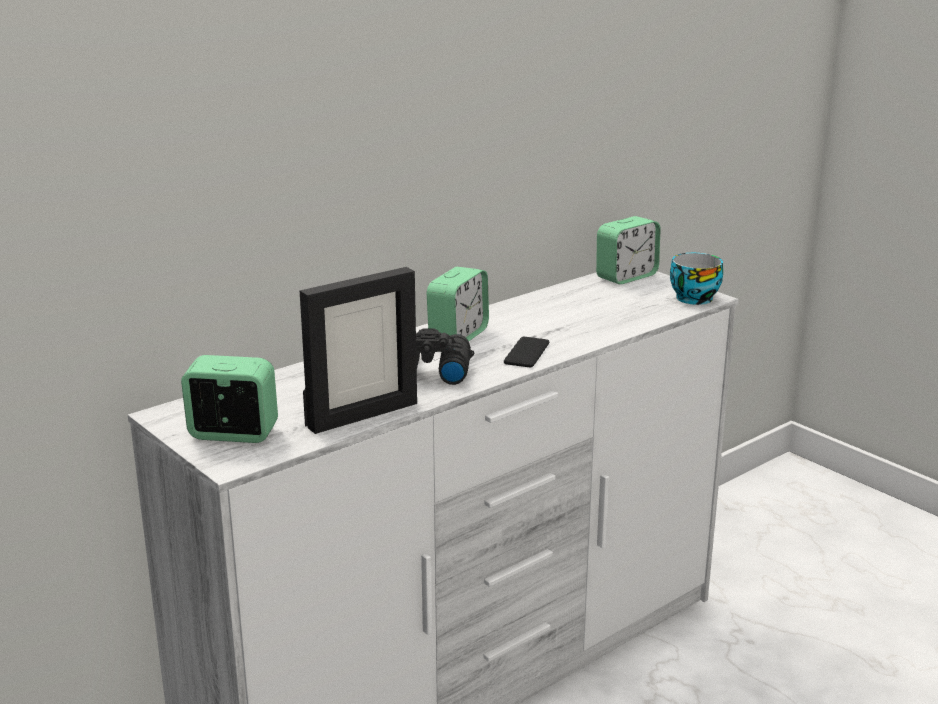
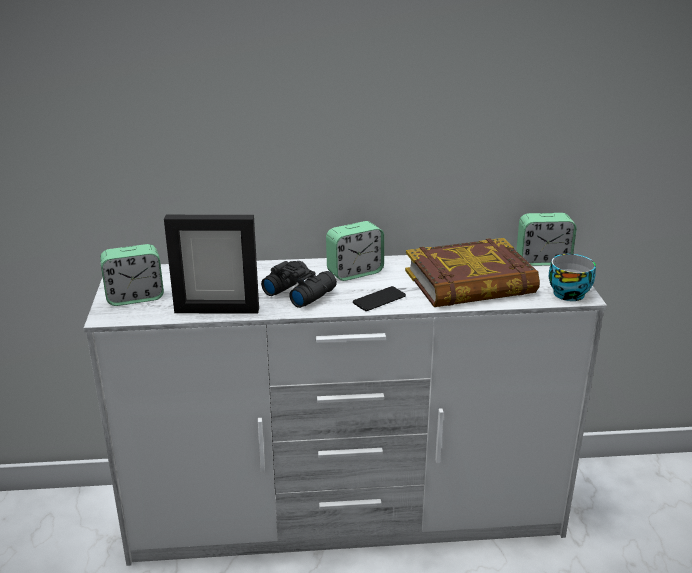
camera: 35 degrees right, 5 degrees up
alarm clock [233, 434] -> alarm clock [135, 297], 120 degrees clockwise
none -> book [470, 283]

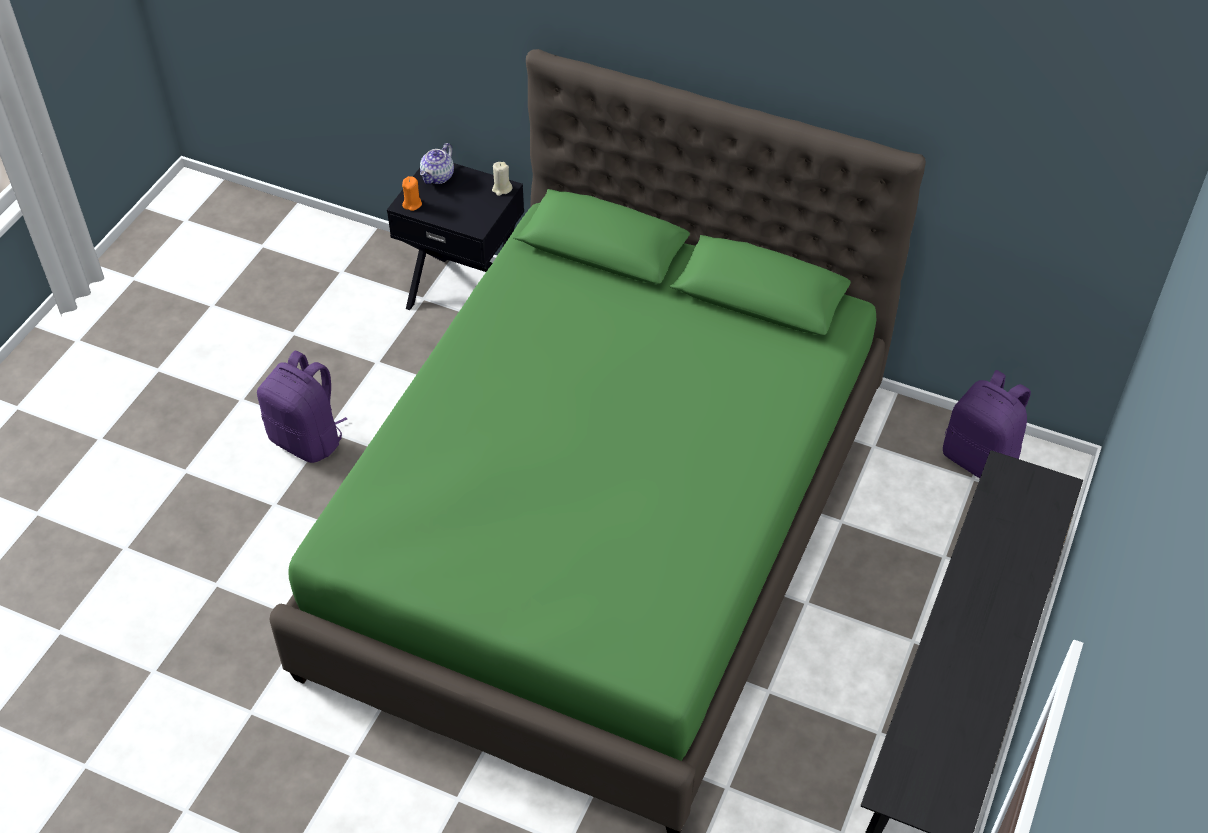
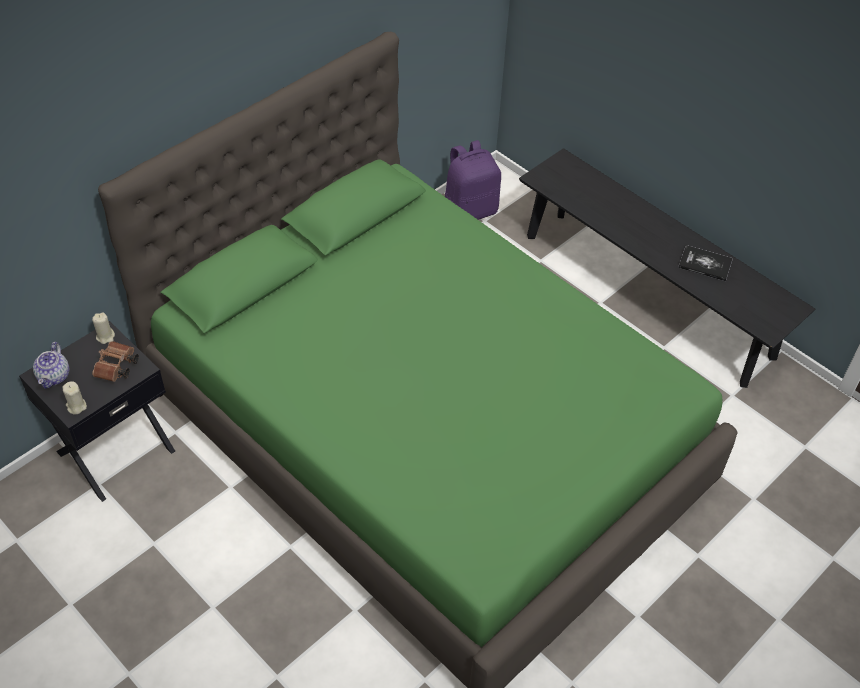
camera: 70 degrees left, 0 degrees up
teapot [438, 177] -> teapot [54, 377], 45 degrees clockwise
candle/orange [412, 204] -> candle/beige [76, 406]
none -> binoculars/brown [116, 368]
none -> book [705, 264]
backpack/purple [308, 439] -> none

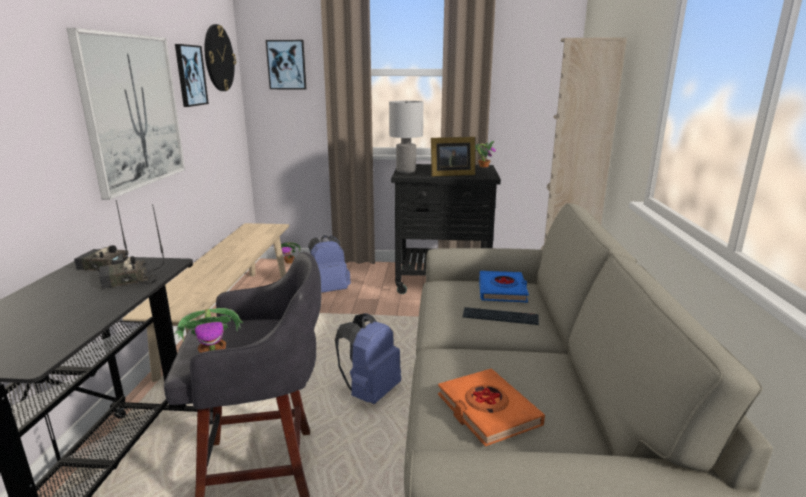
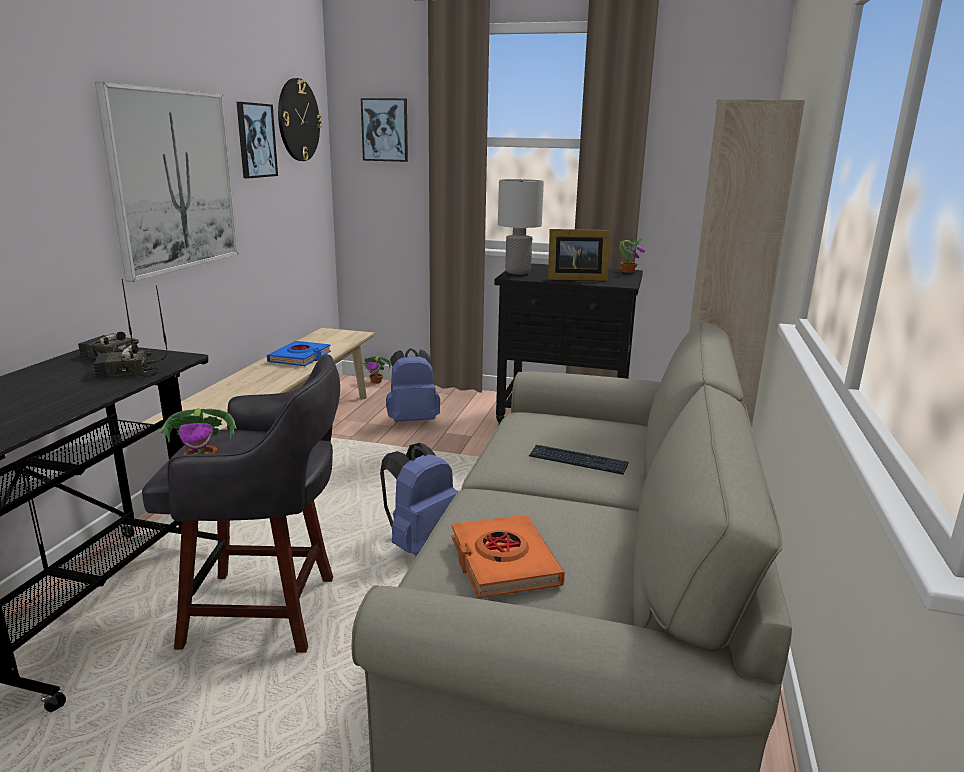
camera: 10 degrees right, 0 degrees up
book/blue [502, 290] -> book/blue [300, 358], relocated

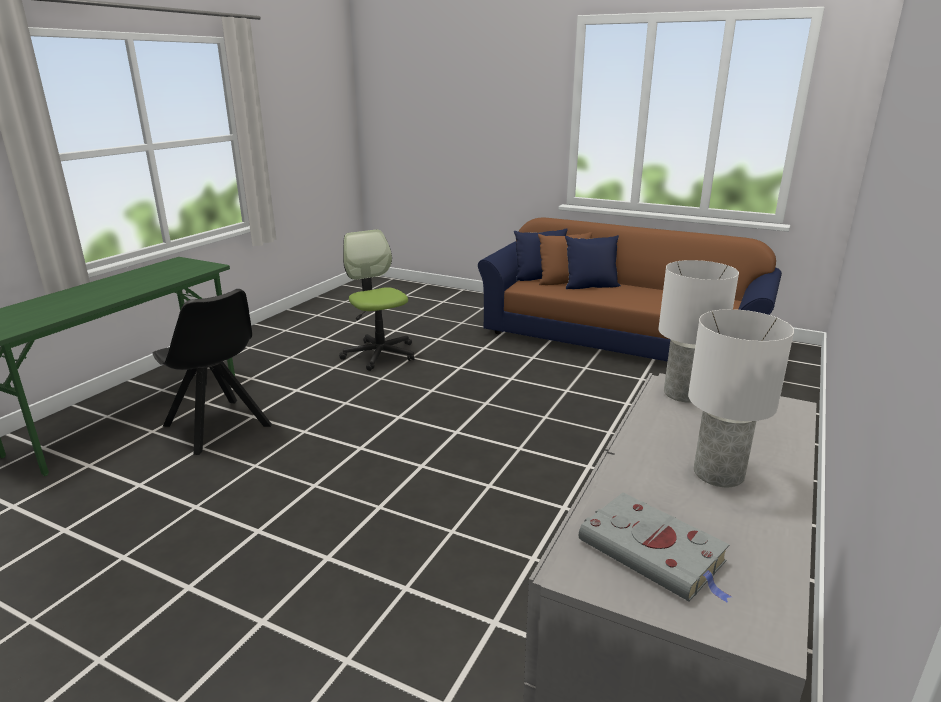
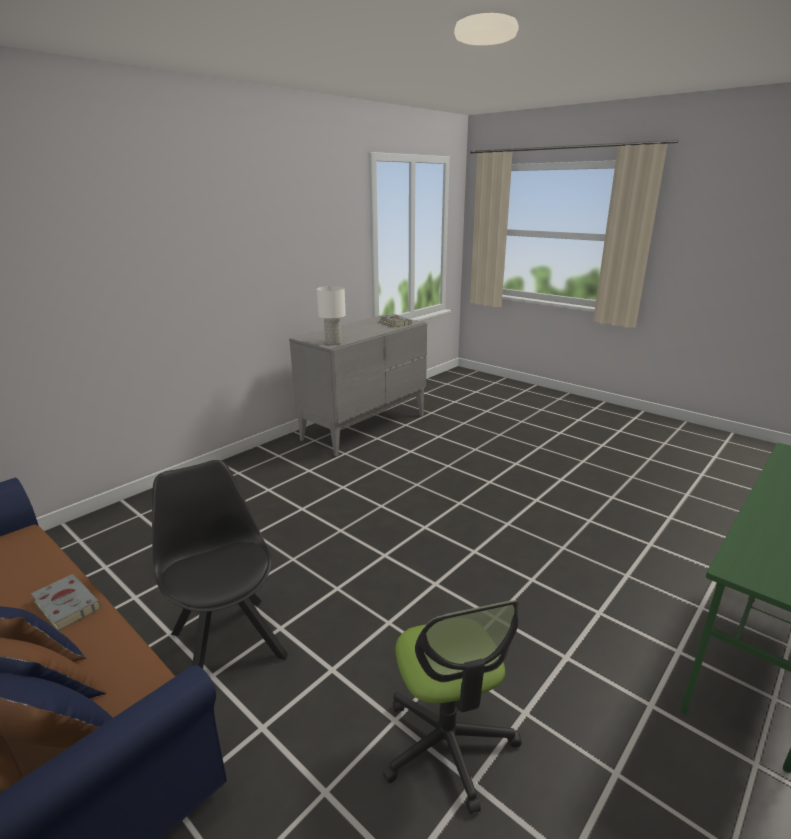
camera: 165 degrees left, 0 degrees up
none -> book/grey [65, 604]
chair/black [218, 427] -> chair/black [228, 641], relocated
table lamp/white [718, 474] -> none

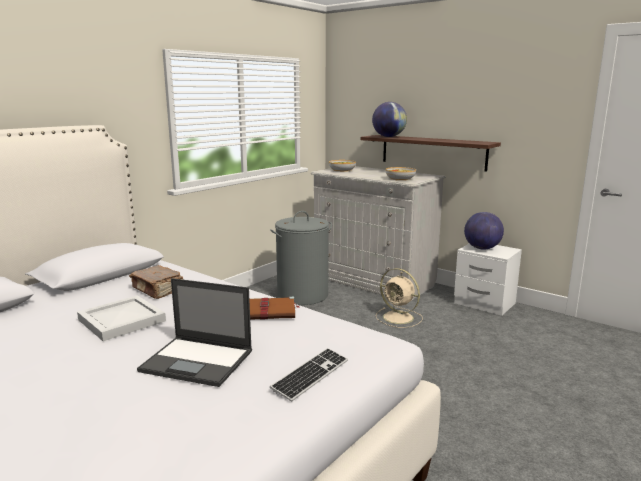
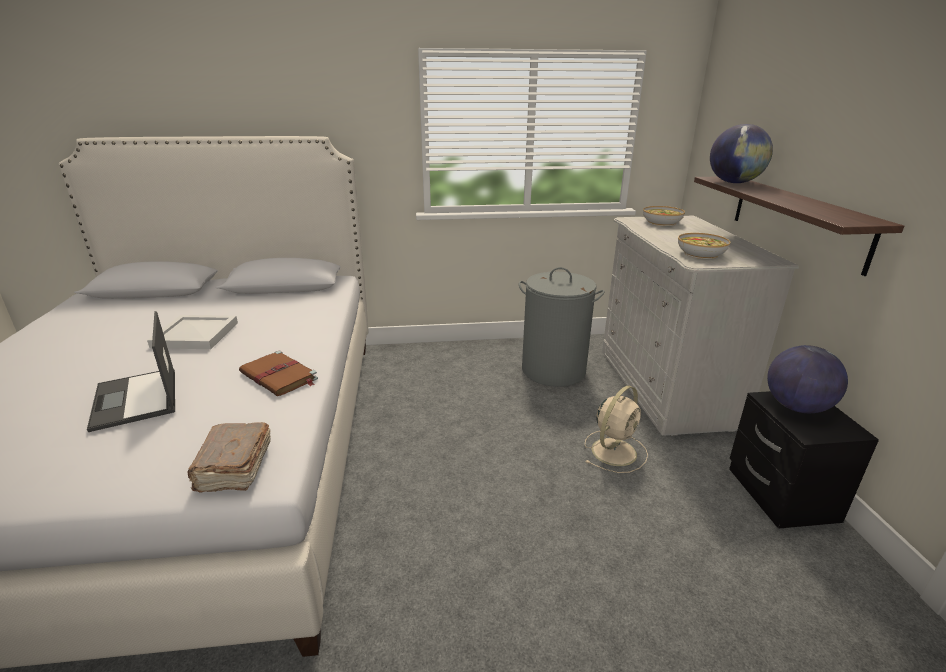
camera: 45 degrees right, 10 degrees up
book/brown [158, 290] -> book/brown [234, 468], relocated
fan/beige [399, 318] -> fan/beige [615, 451], 135 degrees counterclockwise
nightstand/white [484, 304] -> nightstand/black [779, 494]
keyboard [311, 375] -> none

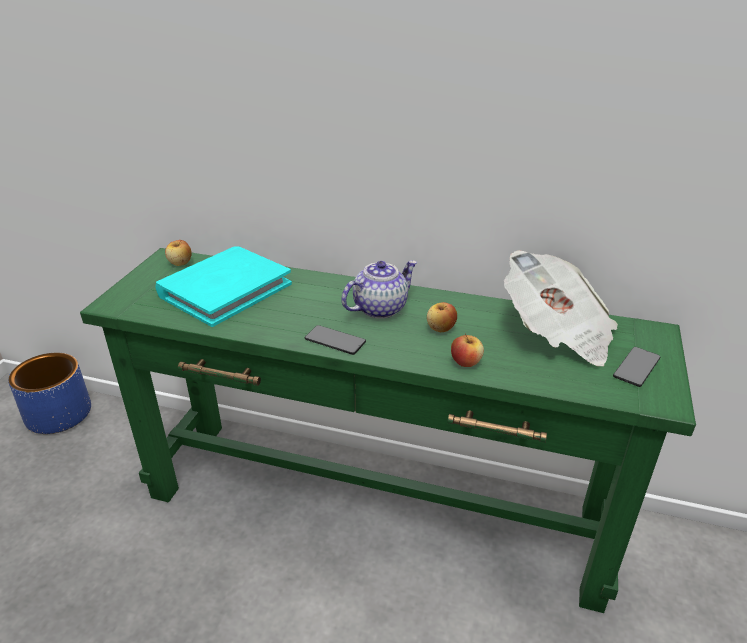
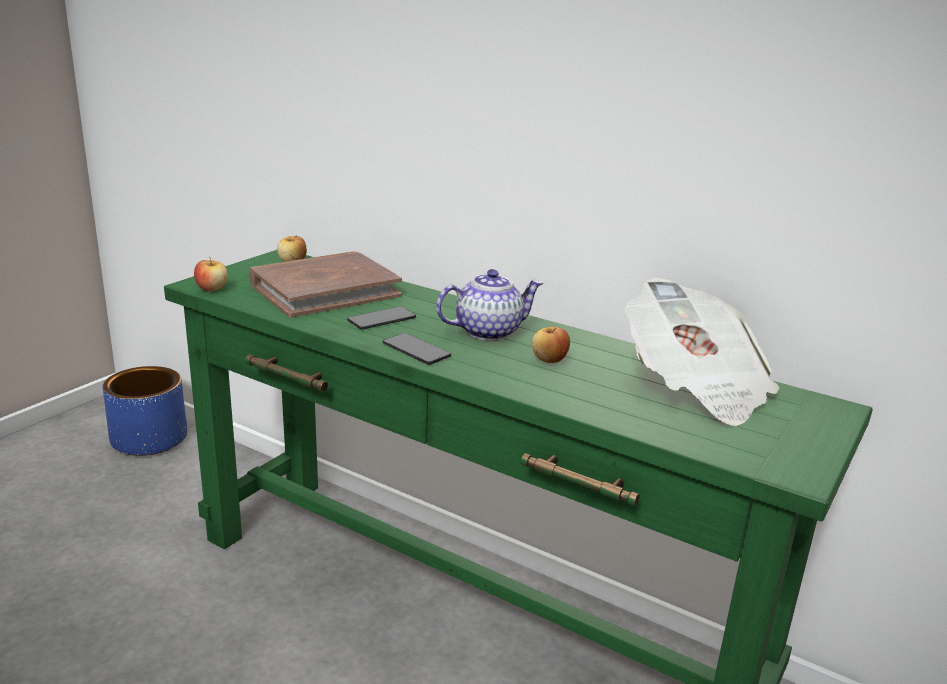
camera: 15 degrees right, 10 degrees down
apple [466, 362] -> apple [212, 289], relocated
book/turquoise [225, 289] -> book/brown [325, 290]
phone [636, 367] -> phone [382, 319], relocated

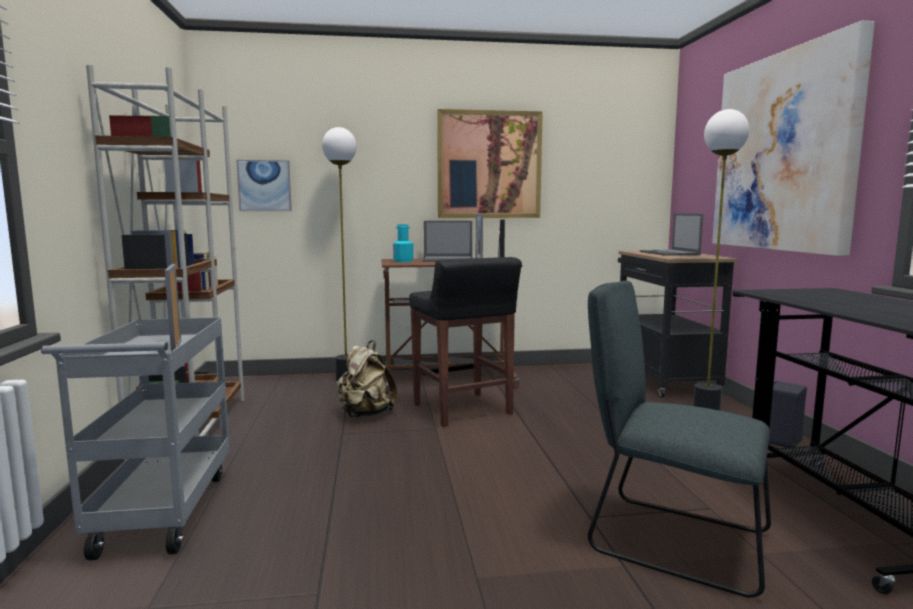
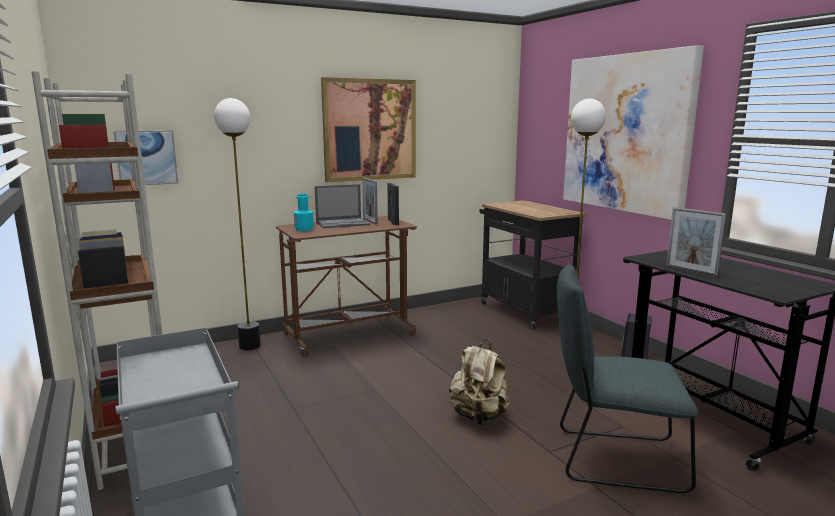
camera: 20 degrees left, 5 degrees up
backpack/beige [365, 415] -> backpack/beige [479, 416], relocated
picture frame [176, 347] -> picture frame [691, 271], relocated
stool/black [462, 410] -> none
laptop [670, 253] -> none

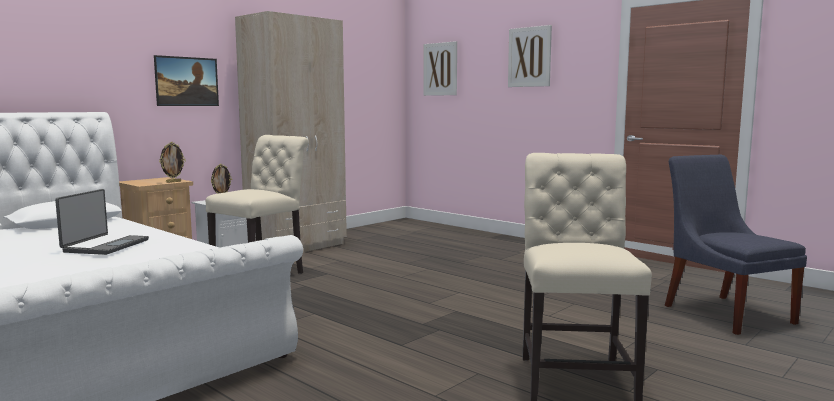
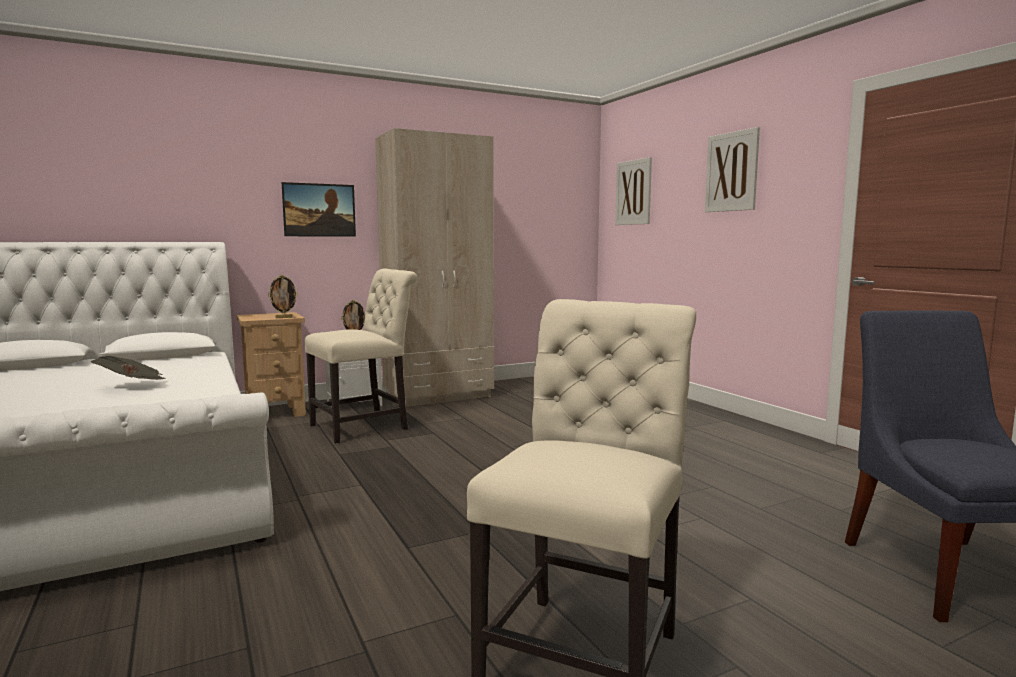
camera: 20 degrees right, 0 degrees up
laptop [105, 246] -> newspaper [133, 385]

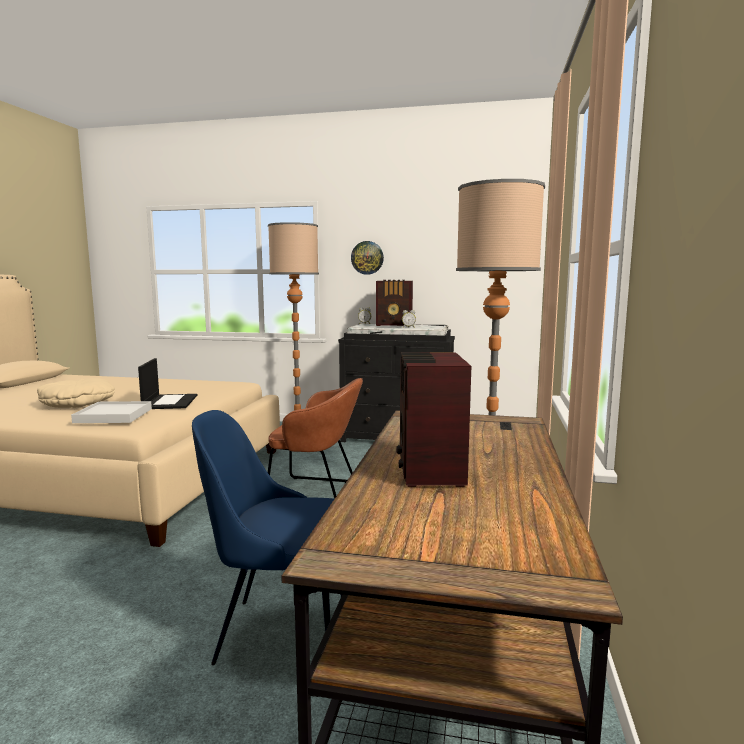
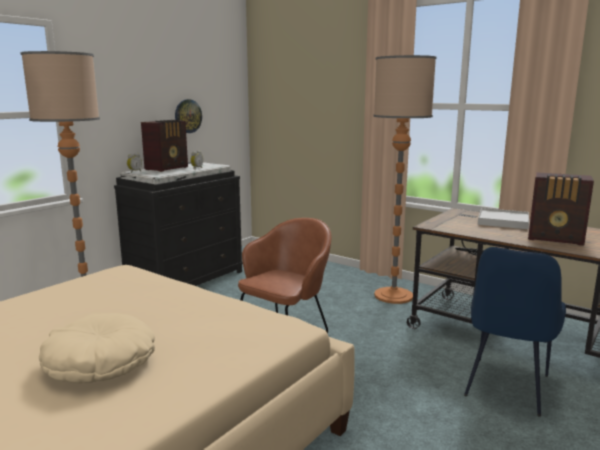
camera: 65 degrees left, 5 degrees up
wall clock [367, 257] -> wall clock [188, 116], relocated
tray/white [113, 415] -> tray/white [503, 221], relocated
laptop [170, 402] -> none

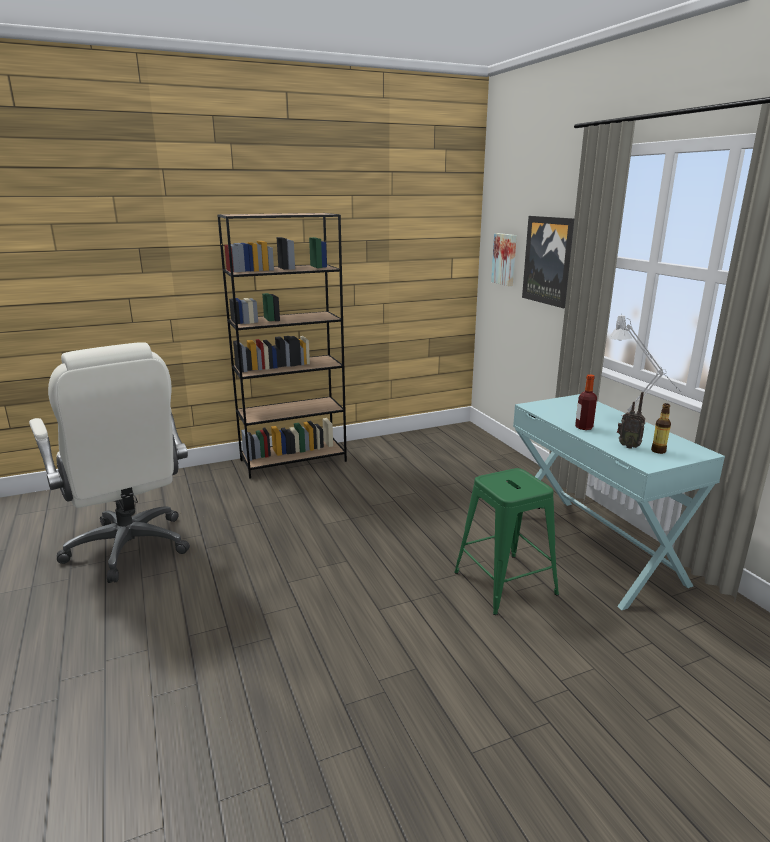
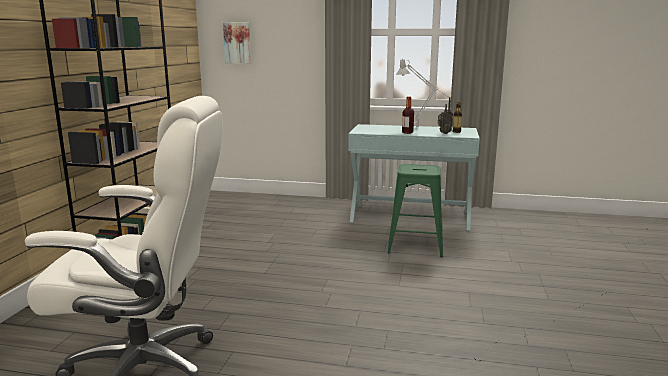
camera: 55 degrees left, 5 degrees down
picture [548, 260] -> none

